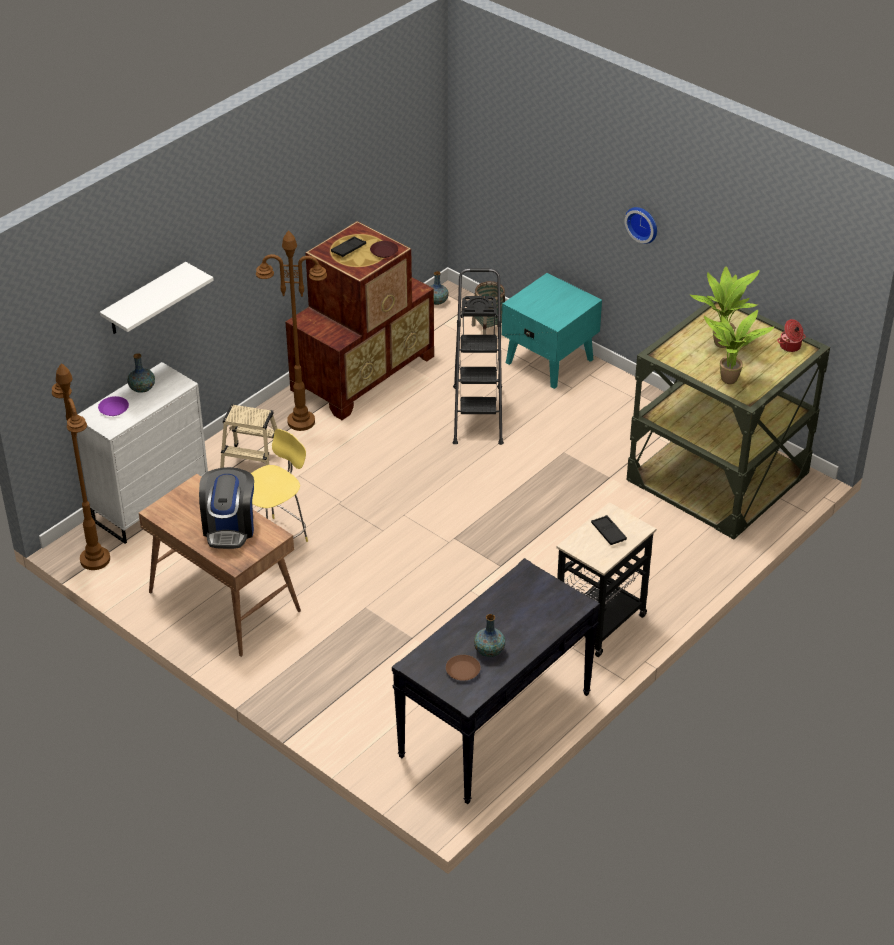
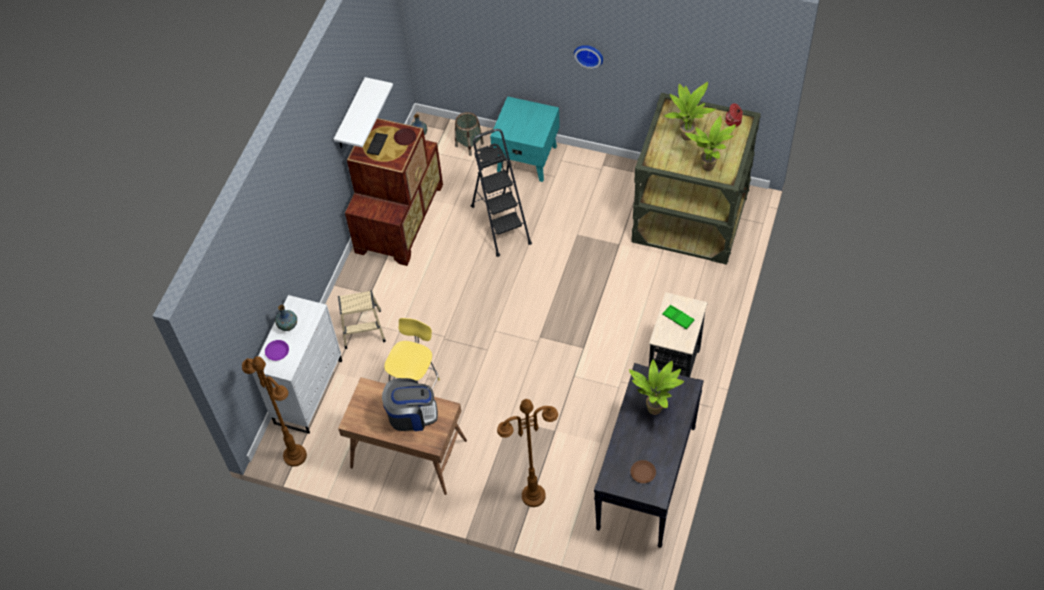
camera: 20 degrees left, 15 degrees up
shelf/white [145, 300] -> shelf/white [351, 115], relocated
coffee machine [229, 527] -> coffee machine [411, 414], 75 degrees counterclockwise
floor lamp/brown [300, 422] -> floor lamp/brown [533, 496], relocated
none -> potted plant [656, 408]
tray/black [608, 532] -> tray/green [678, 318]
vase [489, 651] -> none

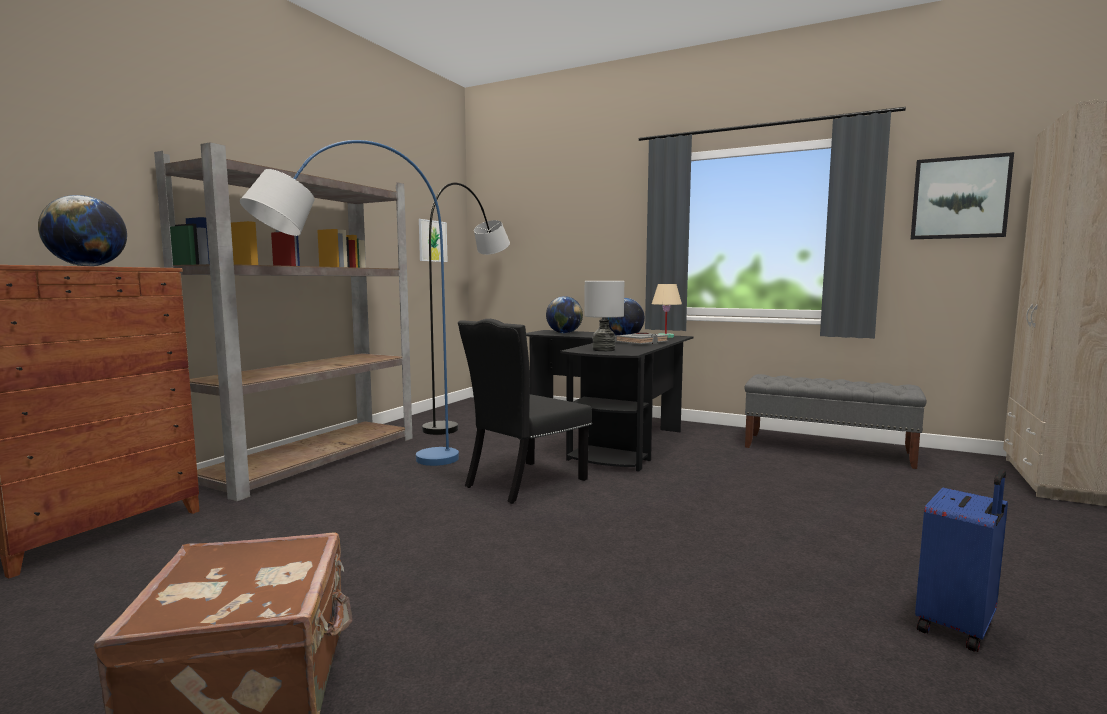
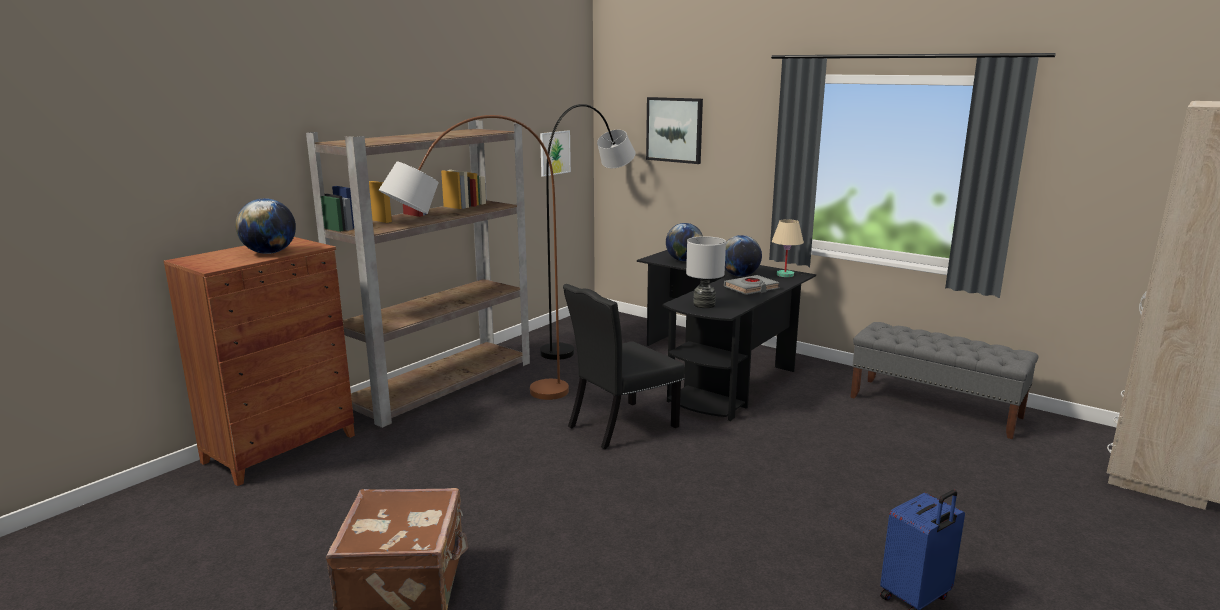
camera: 10 degrees right, 10 degrees up
floor lamp/blue [366, 479] -> floor lamp/brown [485, 412]
picture [959, 198] -> picture [674, 130], relocated

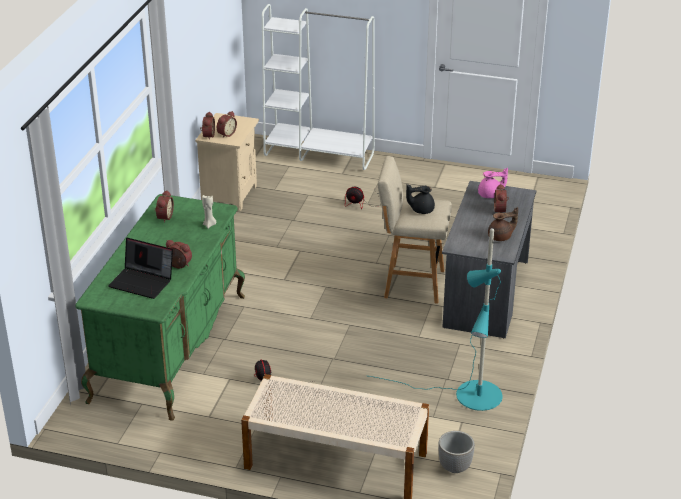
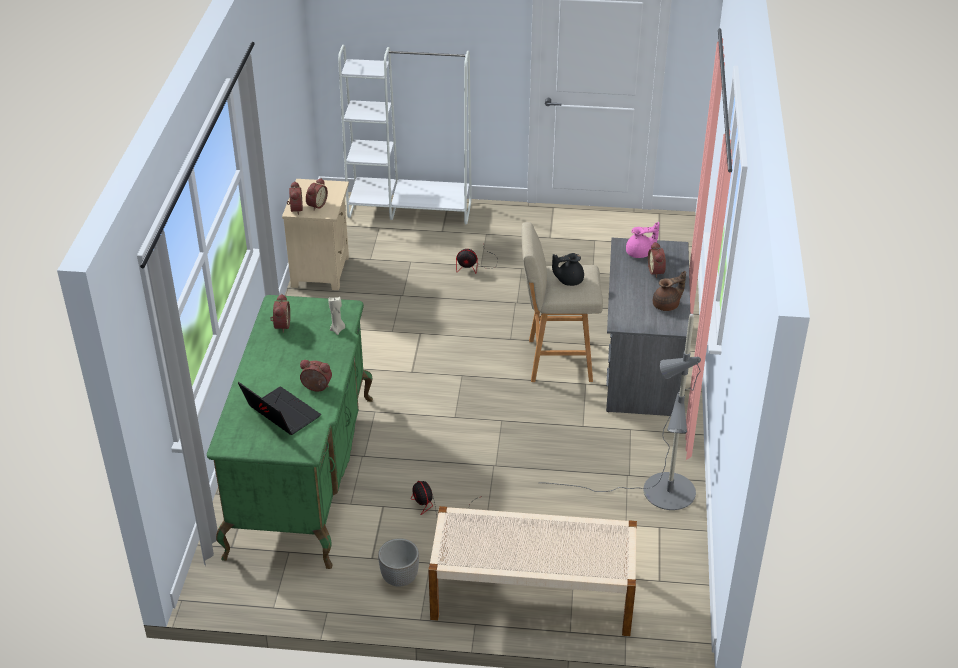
camera: 10 degrees left, 5 degrees up
laptop [143, 282] -> laptop [280, 414], 150 degrees counterclockwise
planter [454, 467] -> planter [399, 578], relocated
floor lamp/turquoise [468, 394] -> floor lamp/grey [657, 491]

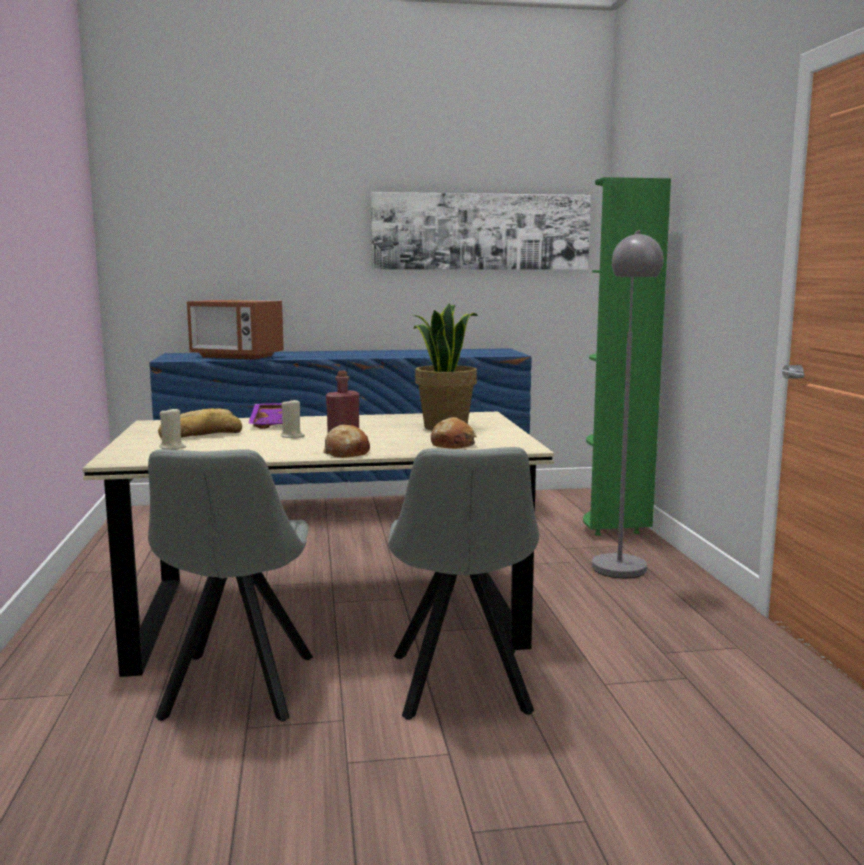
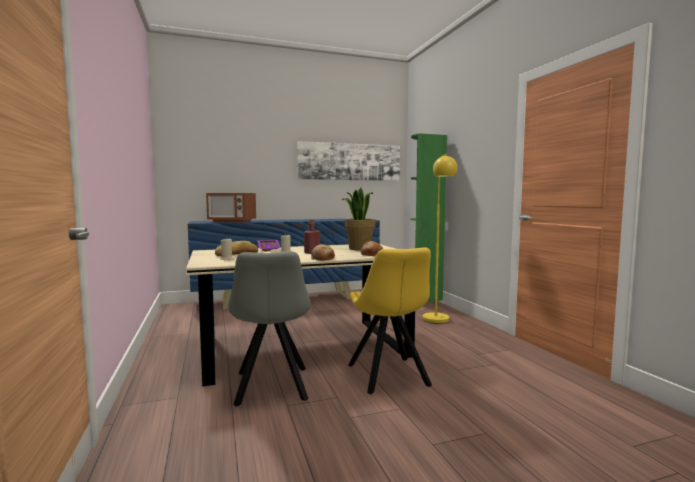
camera: 10 degrees left, 5 degrees down
chair/grey [460, 684] -> chair/yellow [388, 375]
floor lamp/grey [620, 575] -> floor lamp/yellow [438, 322]

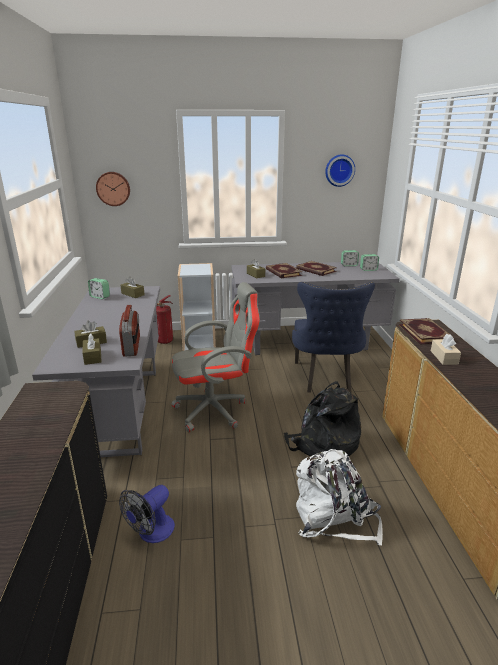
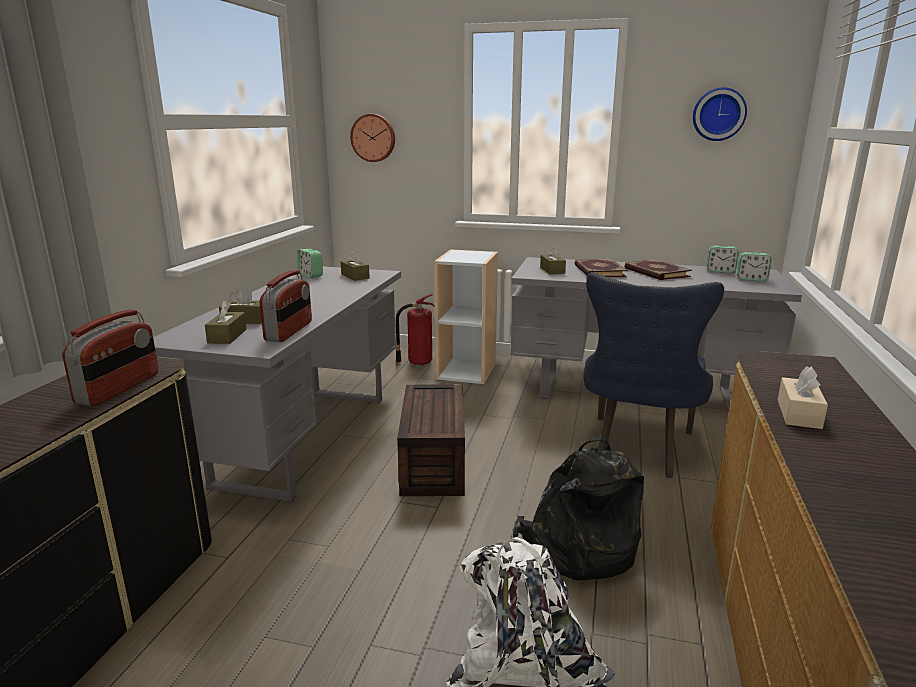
camera: 20 degrees right, 5 degrees down
none -> radio [119, 388]
office chair/grey [216, 410] -> storage box/brown [435, 463]
fan [151, 533] -> none
book [425, 333] -> none

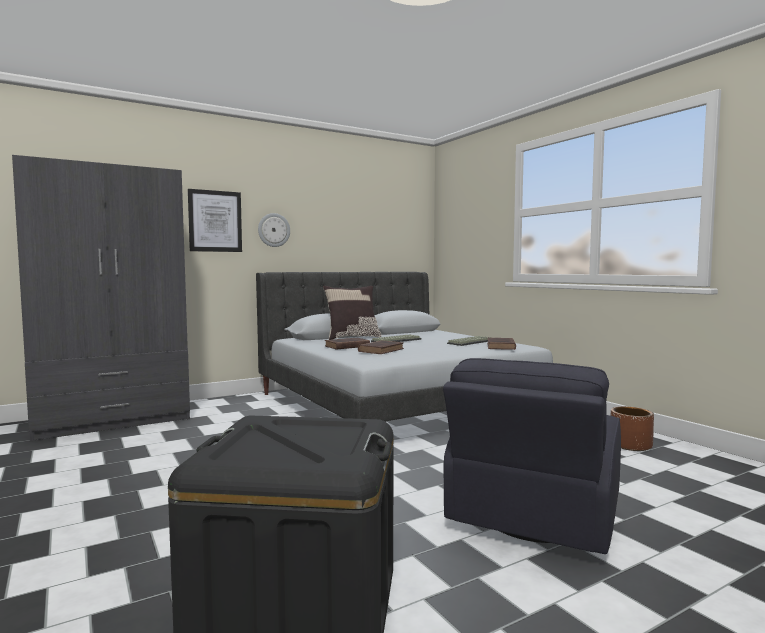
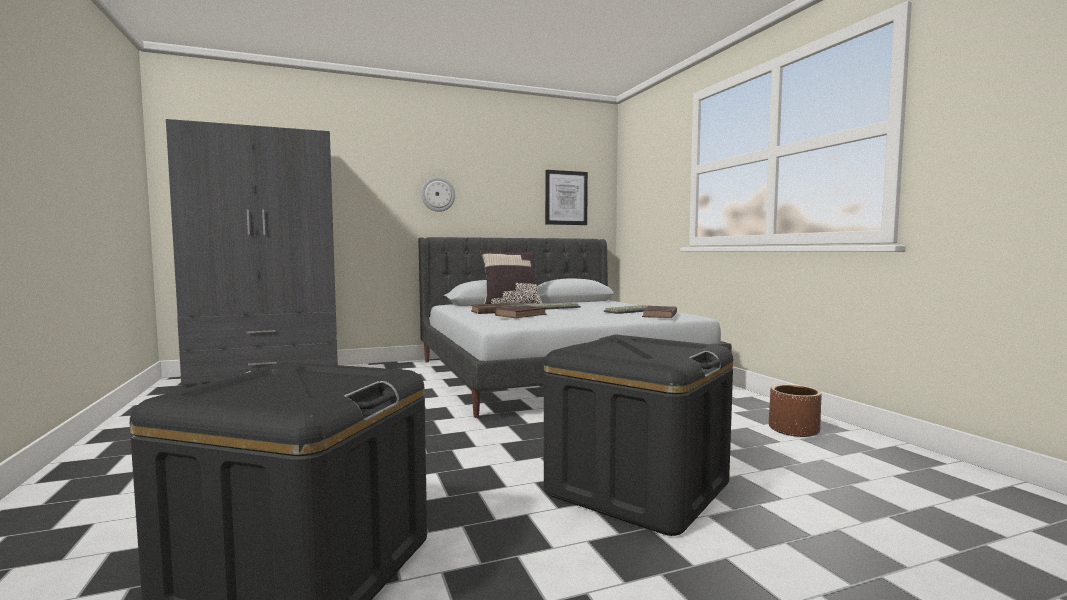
camera: 10 degrees right, 0 degrees up
armchair/black [538, 507] -> storage box/black [637, 488]
picture [215, 221] -> picture [566, 198], relocated

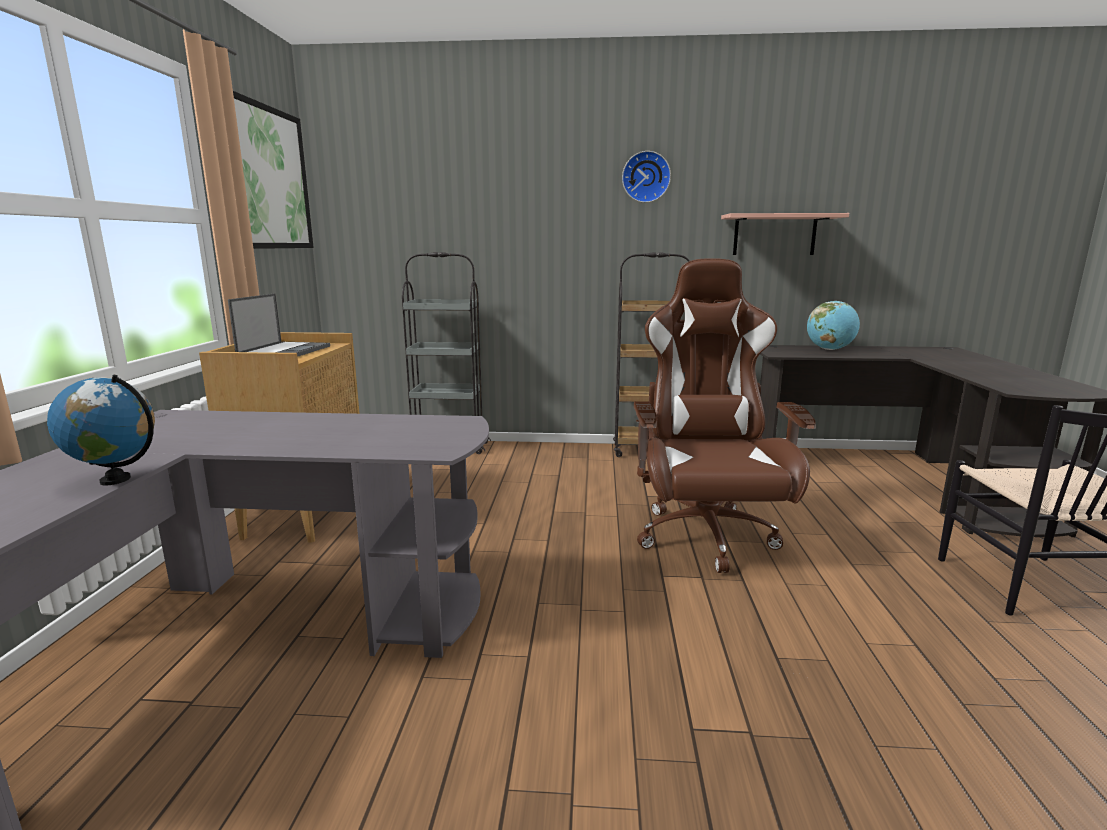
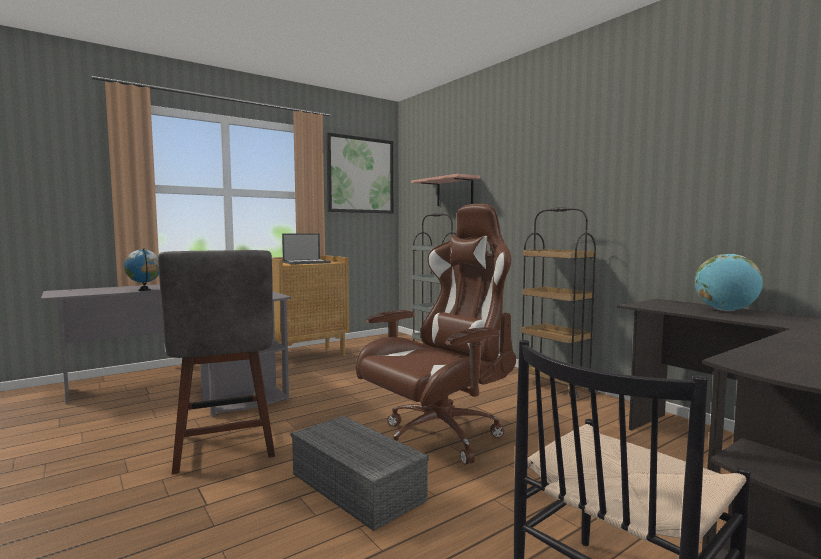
camera: 50 degrees right, 10 degrees down
none -> stool/grey [224, 447]
none -> storage box/grey [359, 487]
shelf [774, 235] -> shelf [454, 192], relocated
wall clock [646, 177] -> none

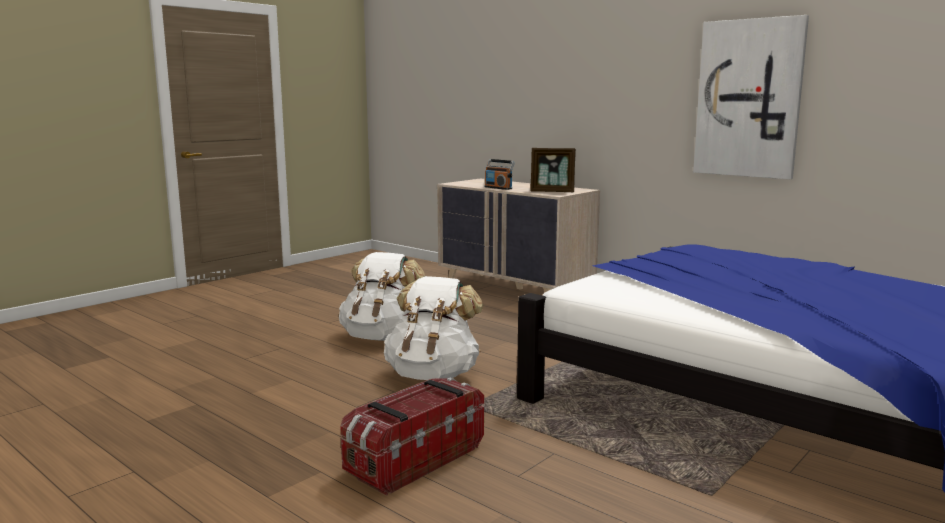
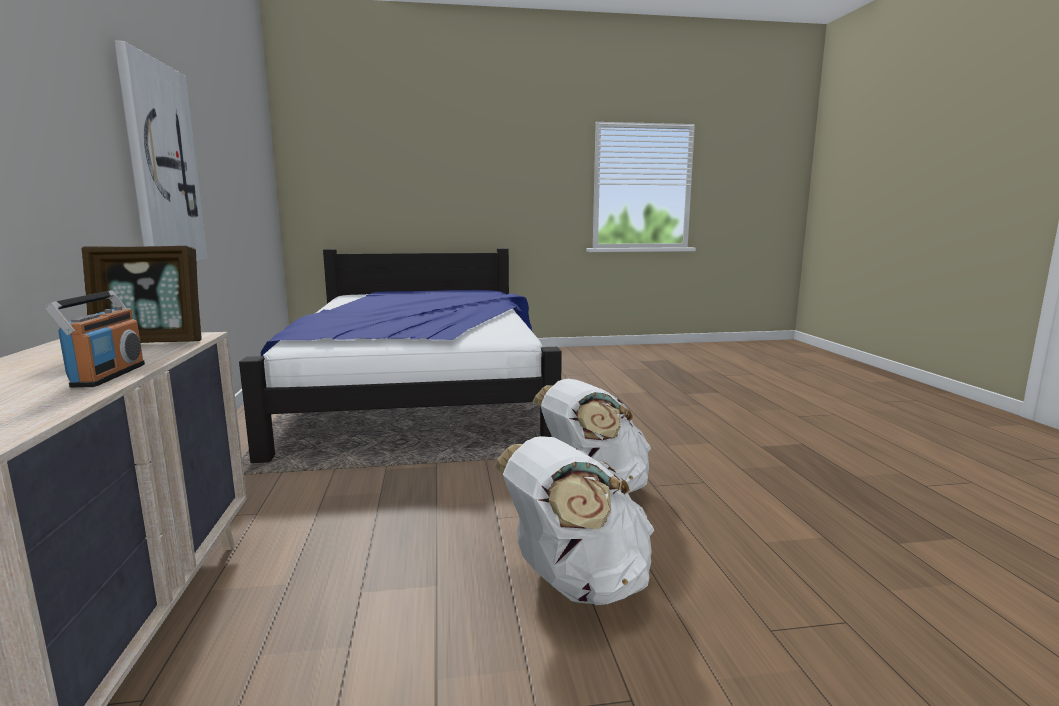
camera: 140 degrees left, 0 degrees up
picture frame [552, 192] -> picture frame [151, 342], 120 degrees clockwise
storage box [413, 460] -> none

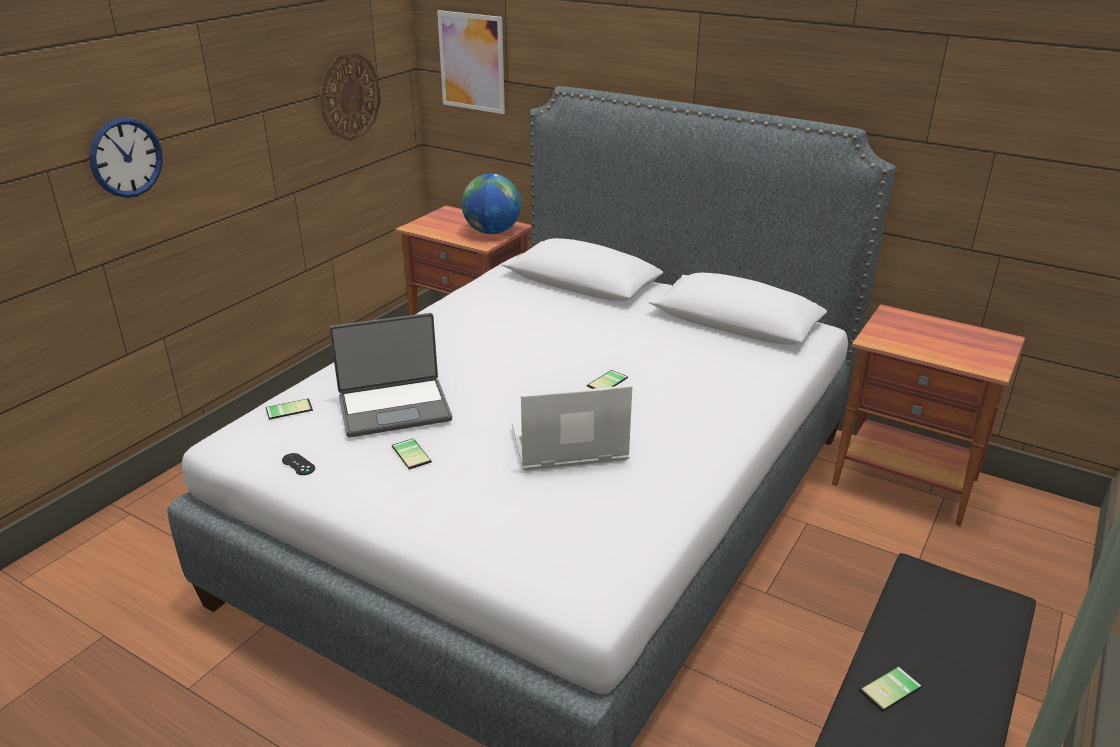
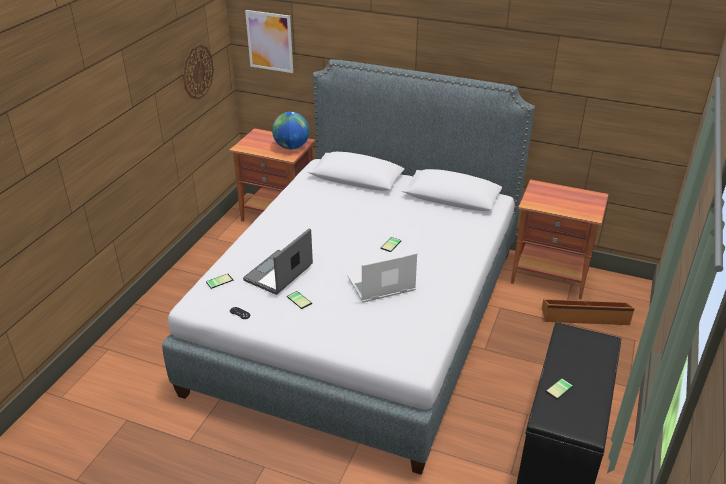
camera: 10 degrees left, 5 degrees up
laptop [394, 408] -> laptop [279, 274], 150 degrees clockwise
none -> storage box/brown [585, 316]
wall clock [126, 157] -> none

